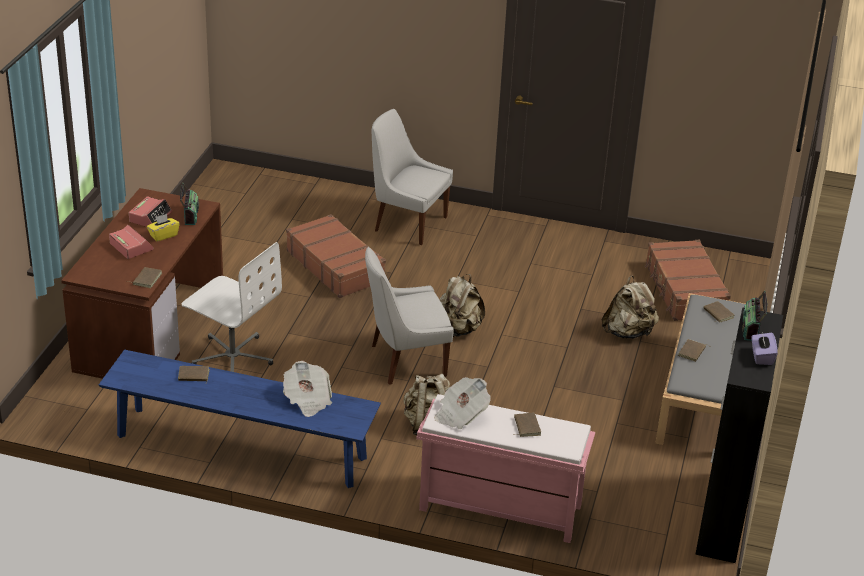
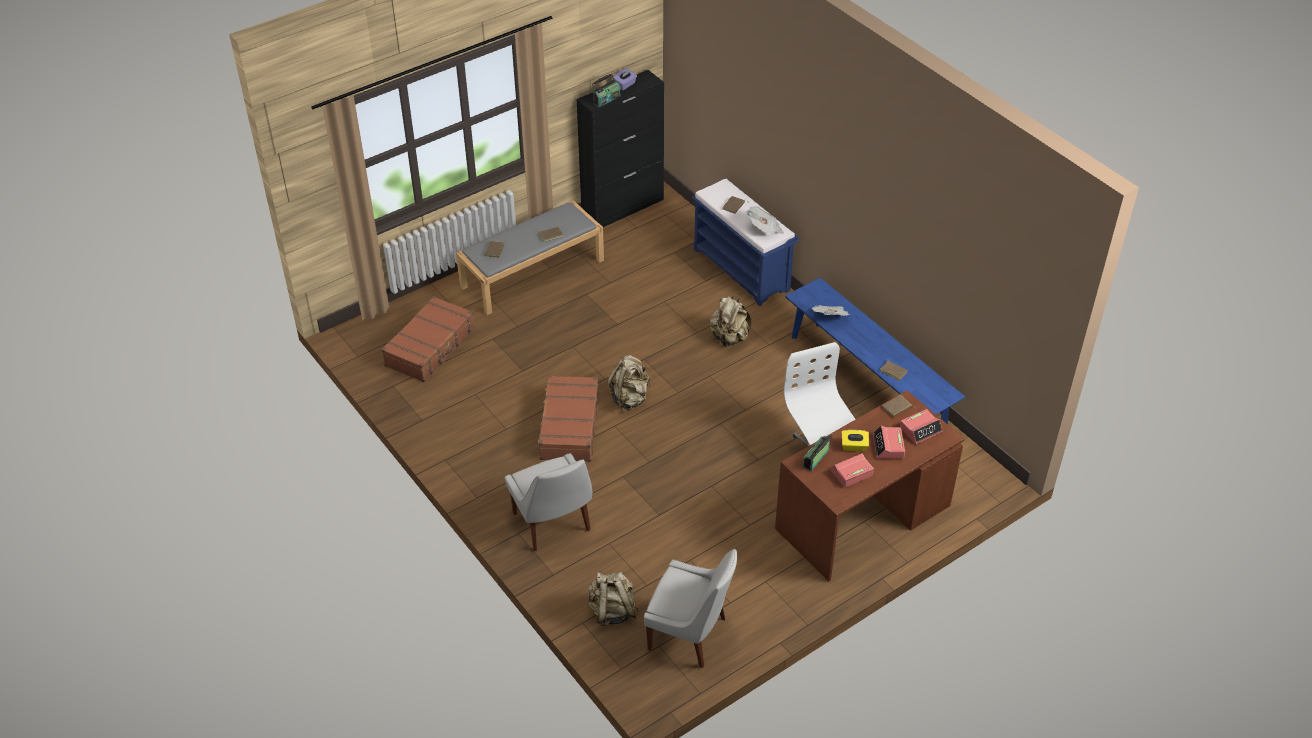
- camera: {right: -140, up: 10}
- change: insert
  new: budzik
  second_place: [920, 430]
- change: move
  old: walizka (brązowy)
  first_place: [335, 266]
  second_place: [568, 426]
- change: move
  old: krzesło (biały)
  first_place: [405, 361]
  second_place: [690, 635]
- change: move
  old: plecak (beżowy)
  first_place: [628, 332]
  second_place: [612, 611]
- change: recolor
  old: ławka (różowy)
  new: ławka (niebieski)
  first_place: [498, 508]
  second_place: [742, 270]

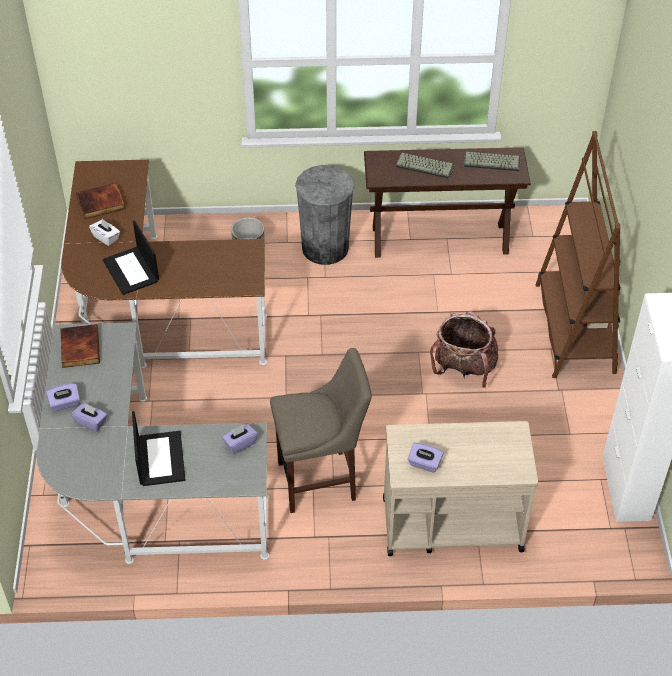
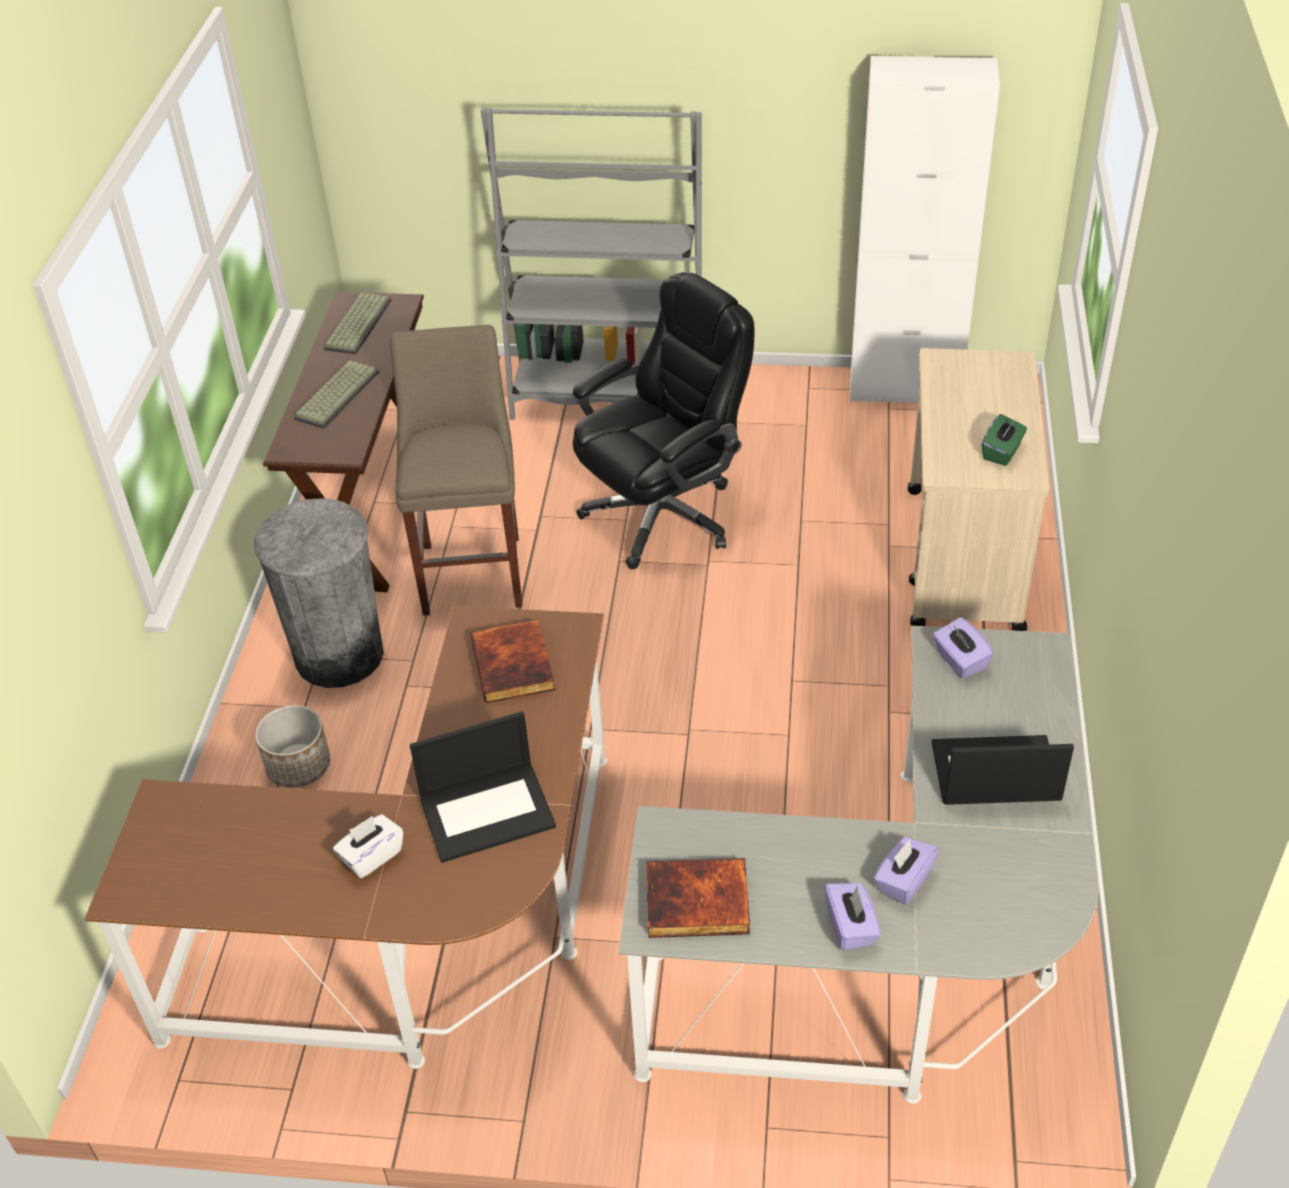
- camera: {right: -80, up: -5}
- change: move
  old: książka
  first_place: [101, 203]
  second_place: [515, 665]
- change: move
  old: stołek (beżowy)
  first_place: [321, 481]
  second_place: [473, 570]
- change: replace
  old: plecak
  new: krzesło biurowe (czarny)
  first_place: [463, 368]
  second_place: [663, 514]
- change: recolor
  old: pudełko chusteczek (fioletowy)
  new: pudełko chusteczek (zielony)
  first_place: [424, 464]
  second_place: [1002, 452]
- change: recolor
  old: regał (brązowy)
  new: regał (szary)
  first_place: [574, 328]
  second_place: [608, 394]

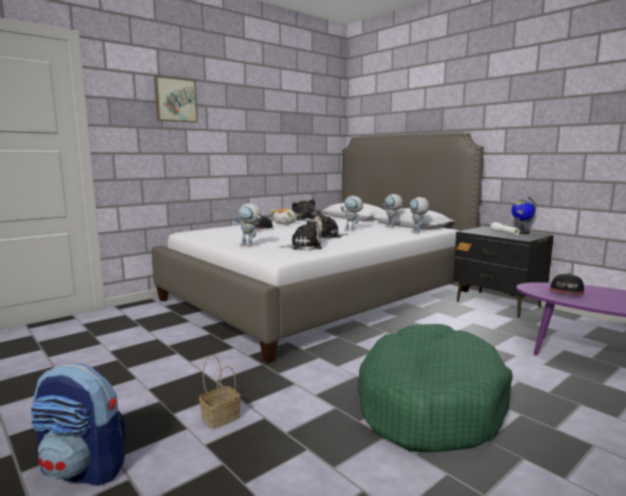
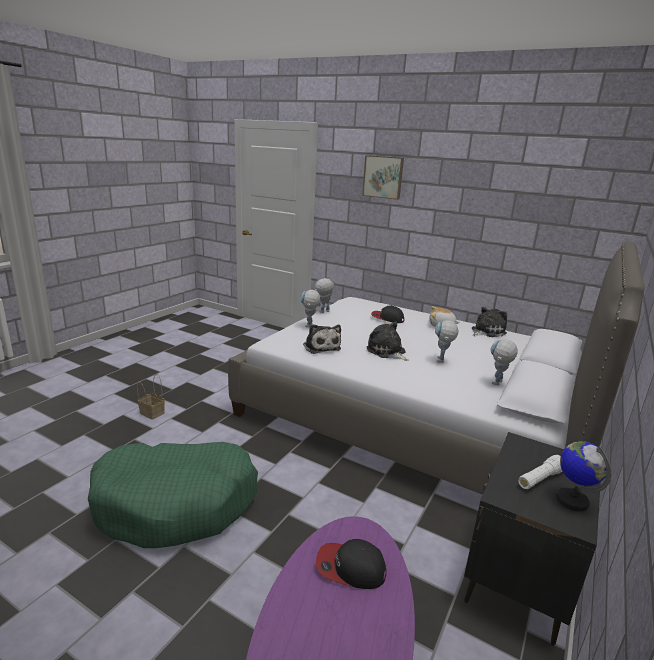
- camera: {right: 70, up: 10}
- change: delete
  old: plecak
  first_place: [84, 469]
- change: move
  old: robot zabawkowy
  first_place: [418, 233]
  second_place: [322, 312]

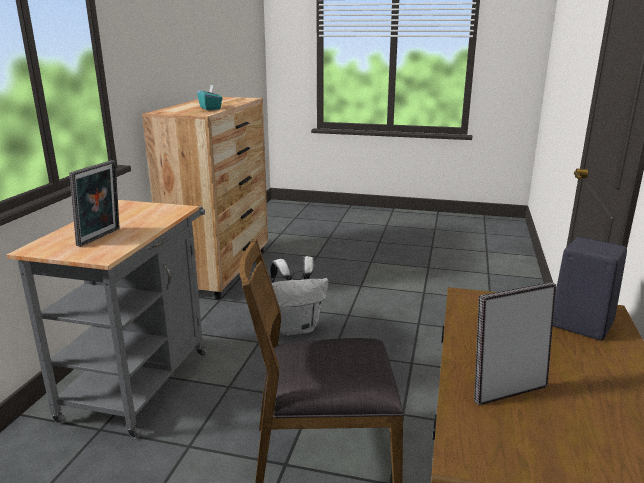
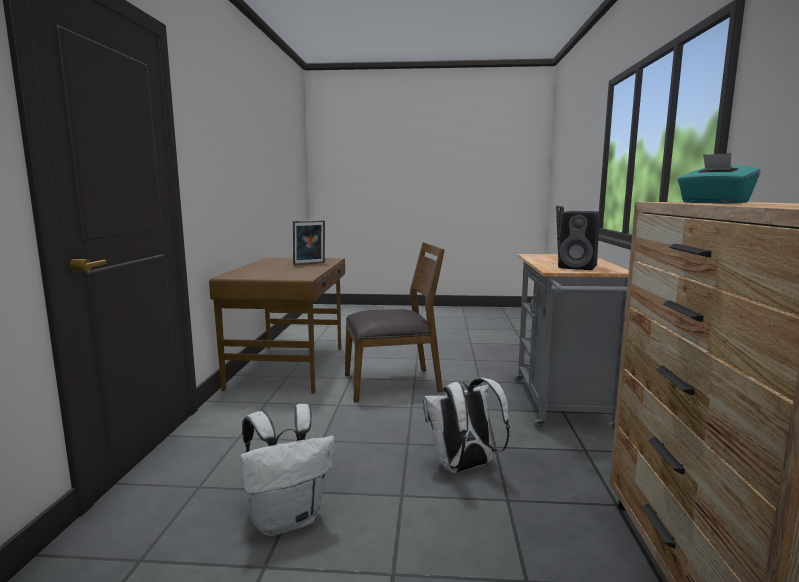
- camera: {right: 170, up: -10}
- change: insert
  new: plecak (biały)
  second_place: [287, 519]
- change: move
  old: głośnik (czarny)
  first_place: [578, 324]
  second_place: [579, 267]

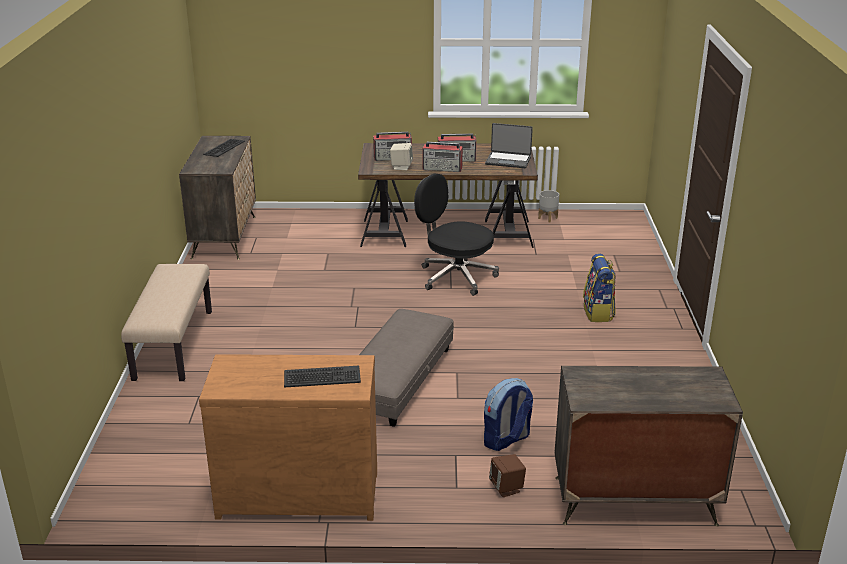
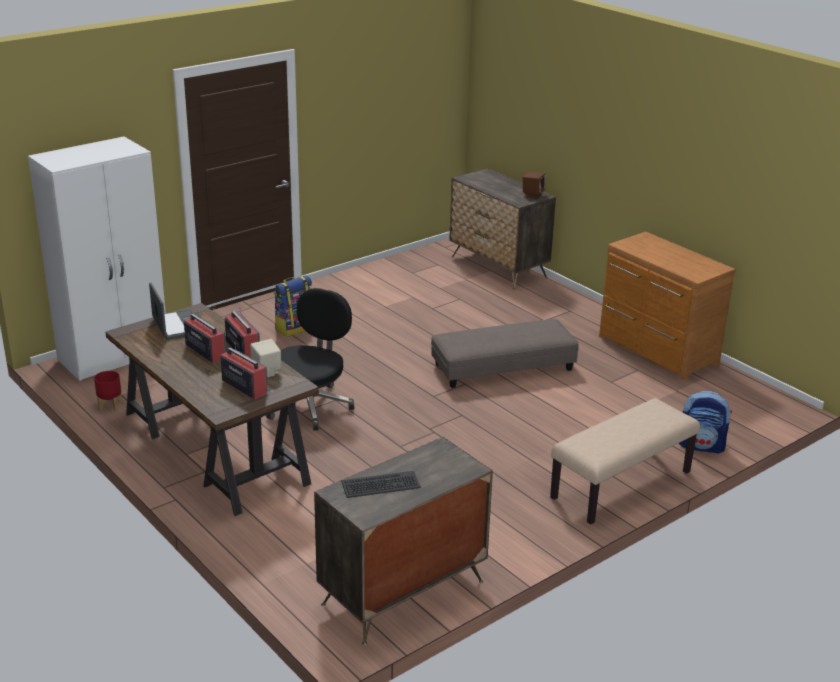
- camera: {right: -130, up: 0}
- change: delete
  old: klawiatura
  first_place: [322, 377]
- change: insert
  new: szafa (biały)
  second_place: [115, 356]
- change: move
  old: plecak
  first_place: [506, 440]
  second_place: [702, 446]
- change: move
  old: głośnik (brązowy)
  first_place: [507, 488]
  second_place: [533, 195]
- change: recolor
  old: donica (szary)
  new: donica (czerwony)
  first_place: [548, 218]
  second_place: [109, 405]
- change: rotate
  old: krzesło biurowe (czarny)
  first_place: [455, 277]
  second_place: [310, 405]
  degrees: -150

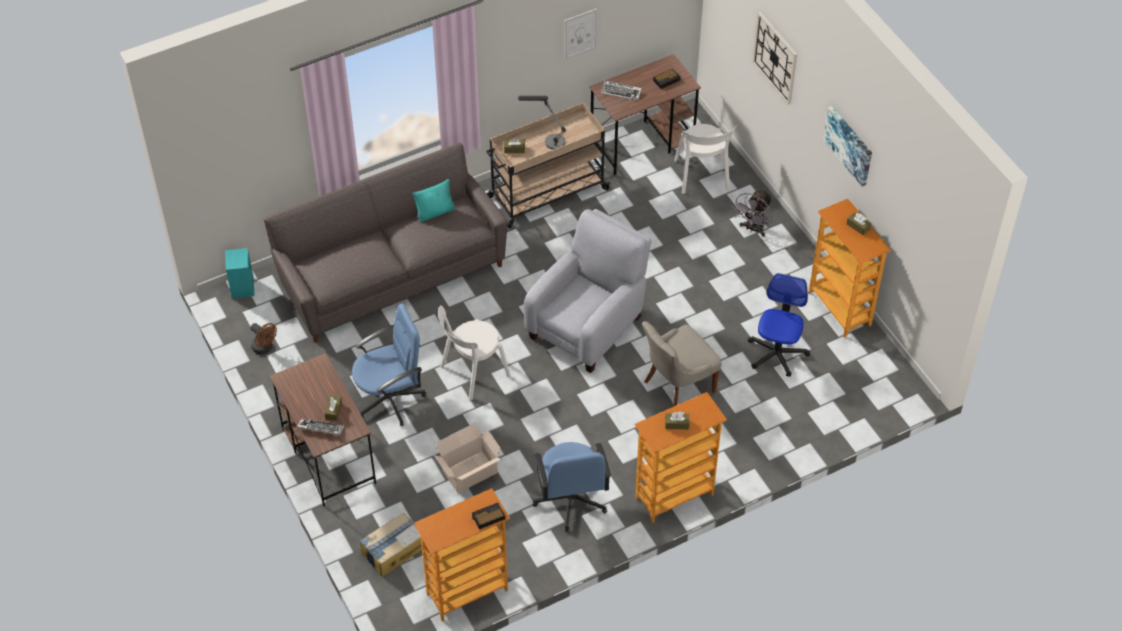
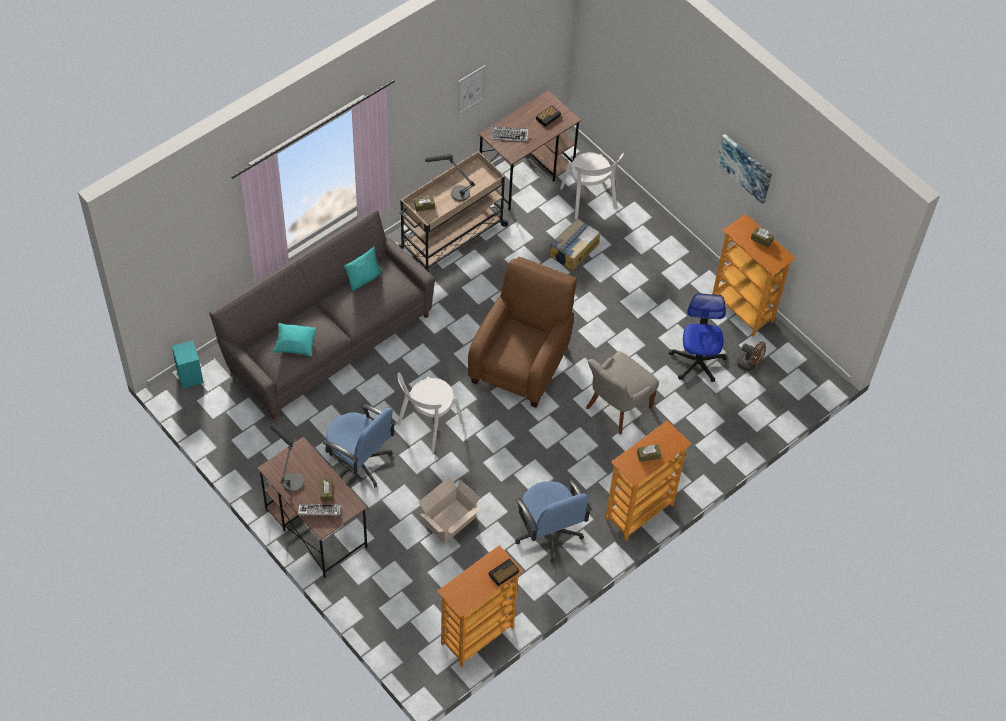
- camera: {right: -15, up: 5}
- change: delete
  old: wentylator (szary)
  first_place: [752, 229]
- change: delete
  old: zegar ścienny
  first_place: [775, 57]
- change: insert
  new: lampa stołowa
  second_place: [290, 478]
- change: insert
  new: poduszka (turkusowy)
  second_place: [295, 345]
- change: move
  old: wentylator (brązowy)
  first_place: [264, 348]
  second_place: [749, 364]
- change: move
  old: karton
  first_place: [393, 550]
  second_place: [573, 250]
- change: recolor
  old: fotel (szary)
  new: fotel (brązowy)
  first_place: [588, 324]
  second_place: [522, 361]
- change: rotate
  old: krzesło biurowe (niebieski)
  first_place: [390, 398]
  second_place: [358, 463]
  degrees: 75

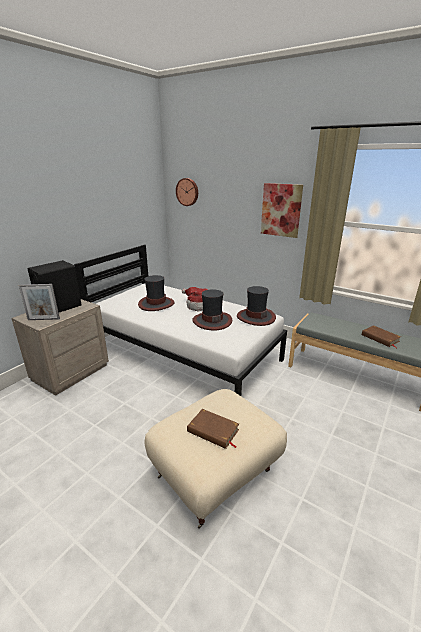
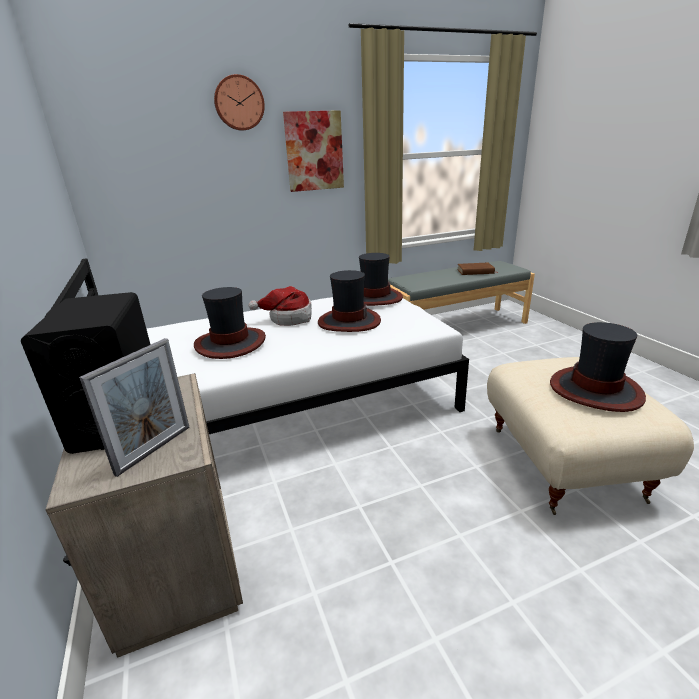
- camera: {right: -55, up: 0}
- change: move
  old: zegar ścienny
  first_place: [187, 192]
  second_place: [239, 103]
- change: replace
  old: książka (brązowy)
  new: kapelusz
  first_place: [213, 431]
  second_place: [596, 390]

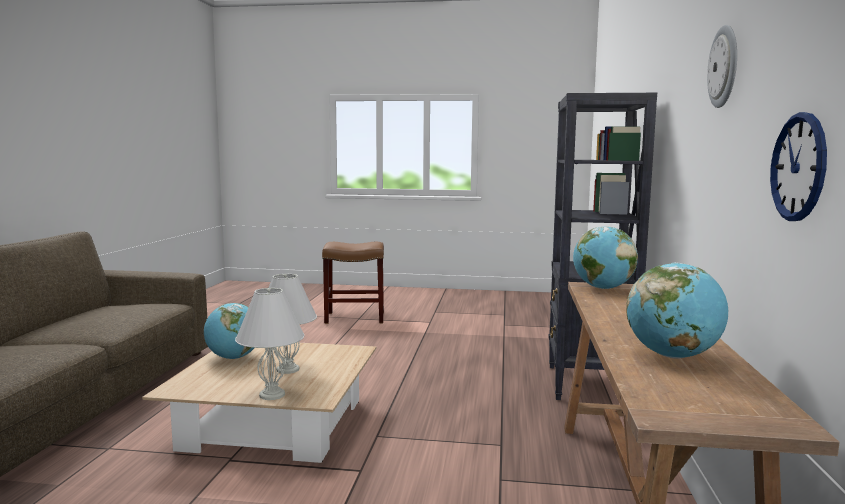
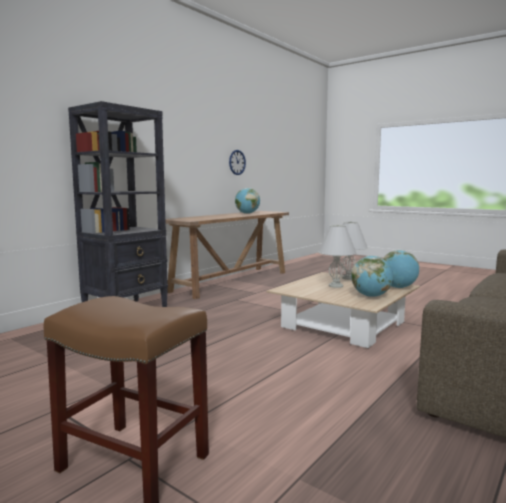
- camera: {right: -150, up: 0}
- change: delete
  old: zegar ścienny
  first_place: [724, 67]
- change: move
  old: globus
  first_place: [602, 288]
  second_place: [398, 287]

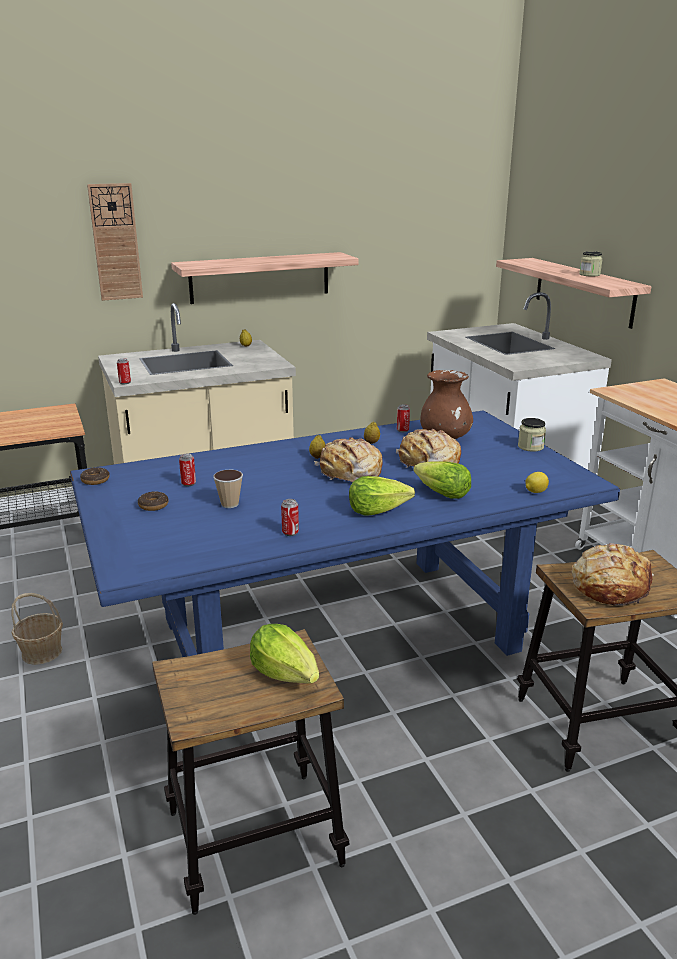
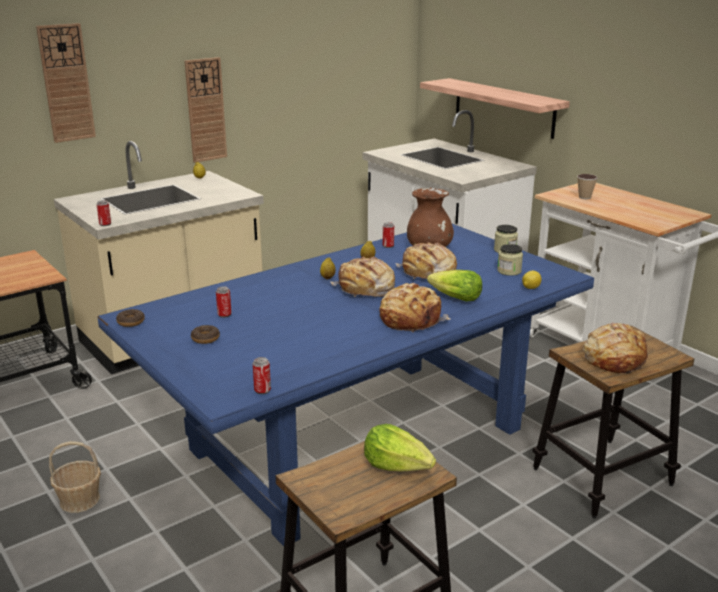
- camera: {right: -15, up: 0}
- change: move
  old: filiżanka
  first_place: [230, 504]
  second_place: [584, 197]
- change: move
  old: puszka
  first_place: [290, 532]
  second_place: [262, 390]
- change: move
  old: słoik
  first_place: [589, 274]
  second_place: [509, 271]
- change: replace
  old: półka
  new: zegar ścienny
  first_place: [260, 277]
  second_place: [205, 110]
- change: replace
  old: sałata
  new: chleb
  first_place: [377, 510]
  second_place: [410, 319]

